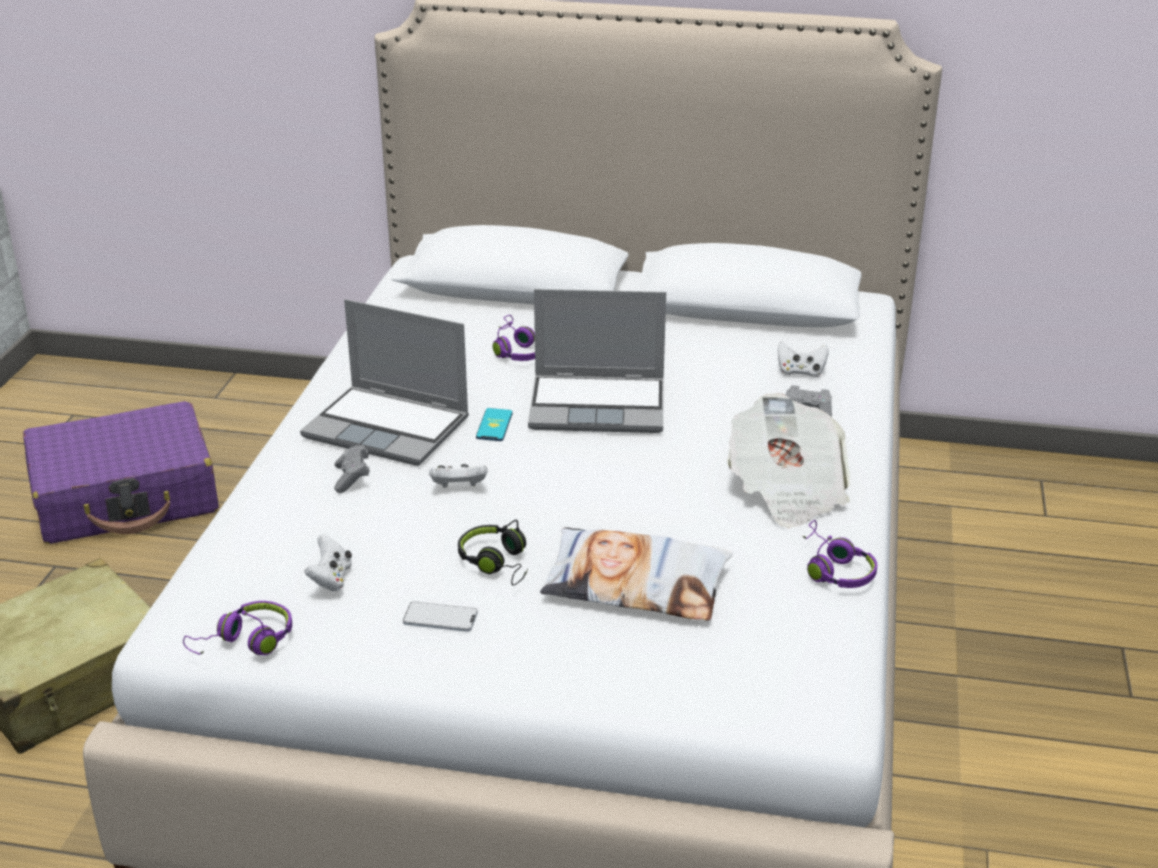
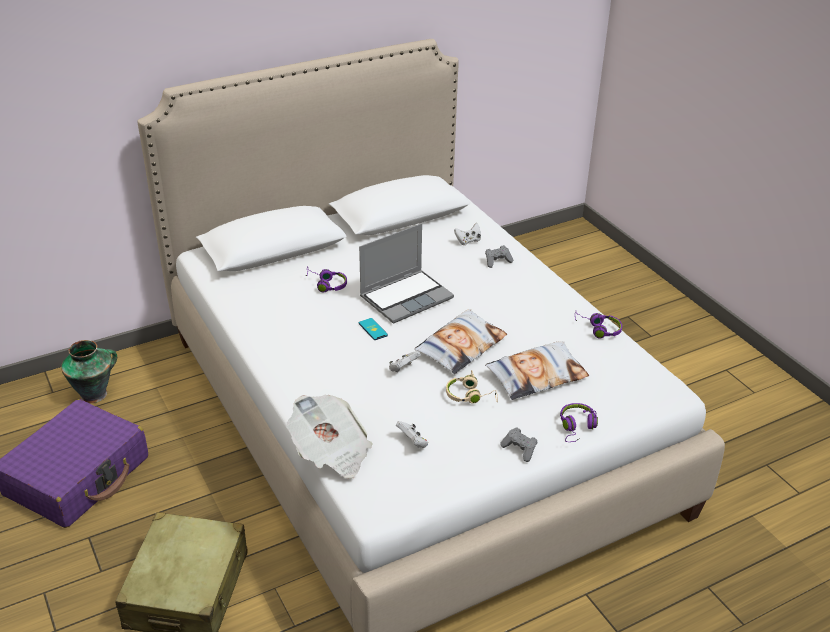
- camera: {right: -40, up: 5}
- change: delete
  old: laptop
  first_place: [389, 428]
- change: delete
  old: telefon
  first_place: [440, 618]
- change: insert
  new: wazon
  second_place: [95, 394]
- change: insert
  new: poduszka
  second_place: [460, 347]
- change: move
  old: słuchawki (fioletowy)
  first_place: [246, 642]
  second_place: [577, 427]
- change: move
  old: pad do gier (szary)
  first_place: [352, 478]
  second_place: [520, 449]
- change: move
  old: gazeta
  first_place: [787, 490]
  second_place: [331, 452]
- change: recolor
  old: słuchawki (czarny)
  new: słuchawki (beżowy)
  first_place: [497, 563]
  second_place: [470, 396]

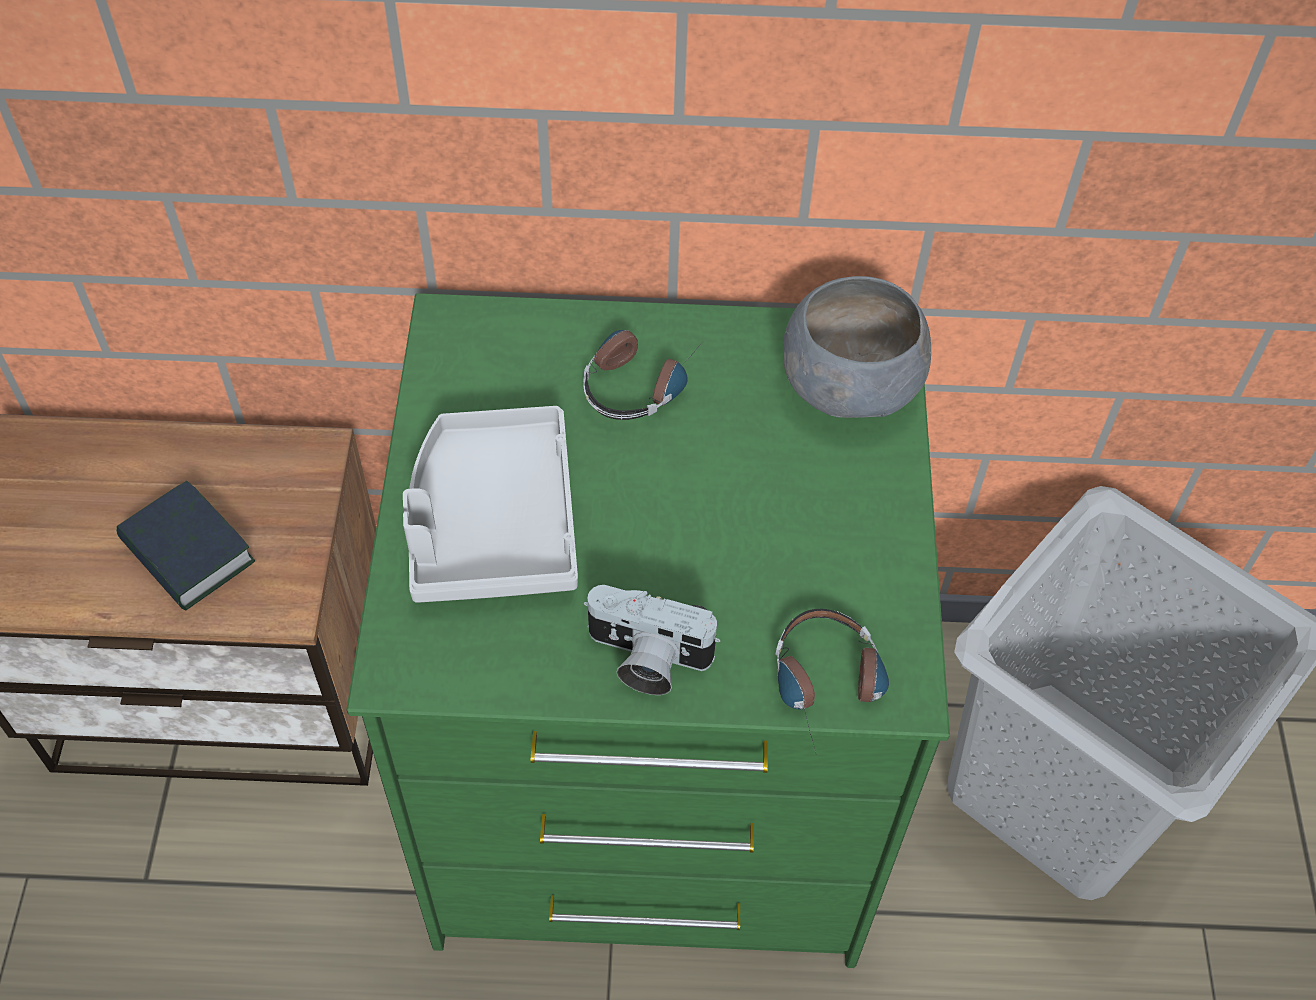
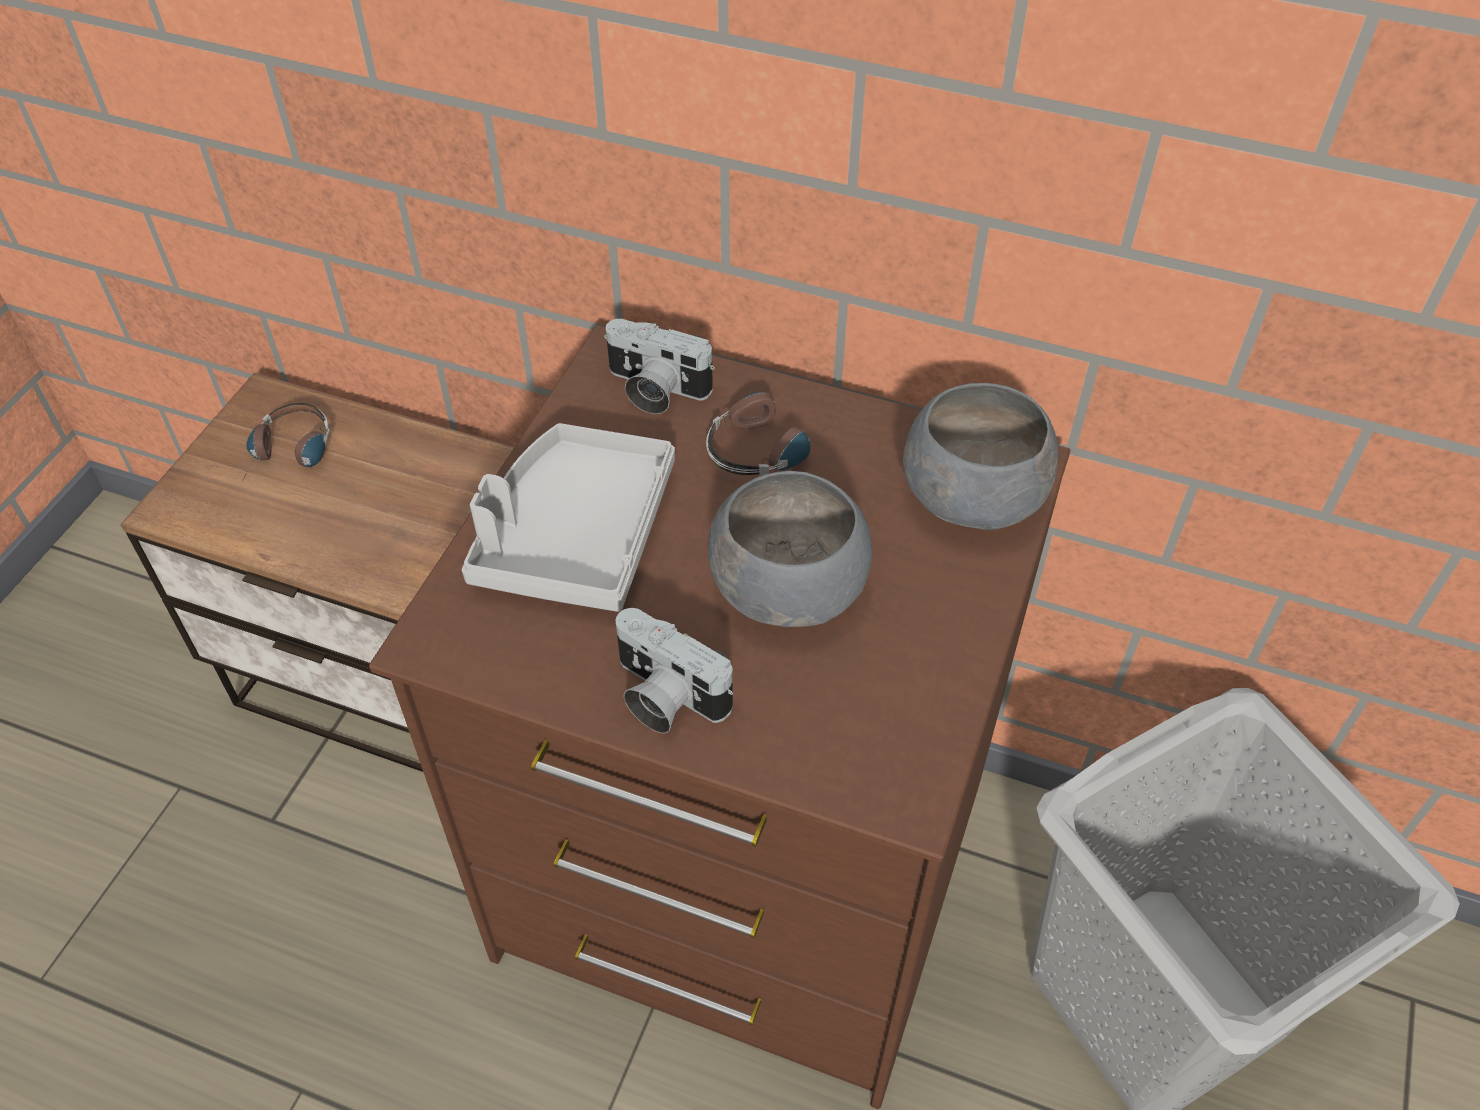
- camera: {right: 20, up: -5}
- change: delete
  old: książka
  first_place: [188, 553]
- change: insert
  new: aparat fotograficzny
  second_place: [654, 390]
- change: insert
  new: miska (szary)
  second_place: [791, 590]
- change: move
  old: słuchawki
  first_place: [830, 689]
  second_place: [290, 456]
- change: recolor
  old: komoda (zielony)
  new: komoda (brązowy)
  first_place: [650, 789]
  second_place: [741, 875]

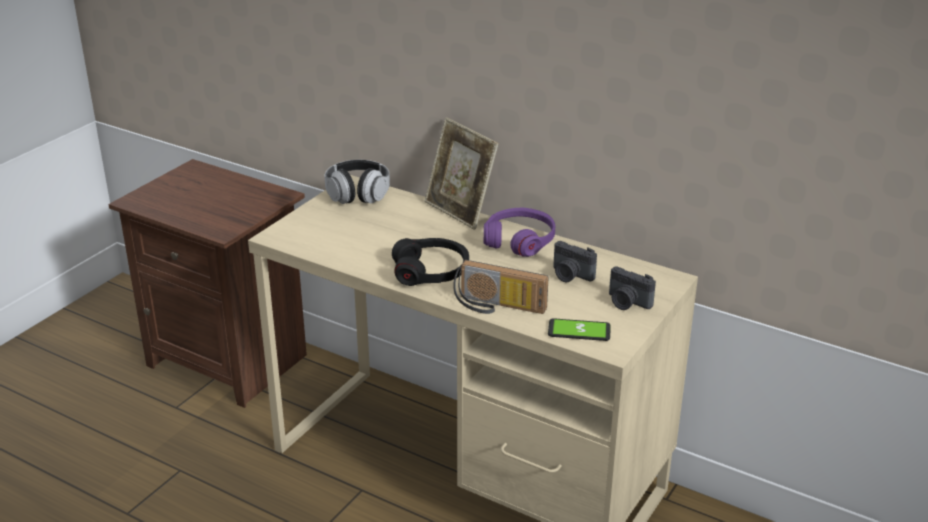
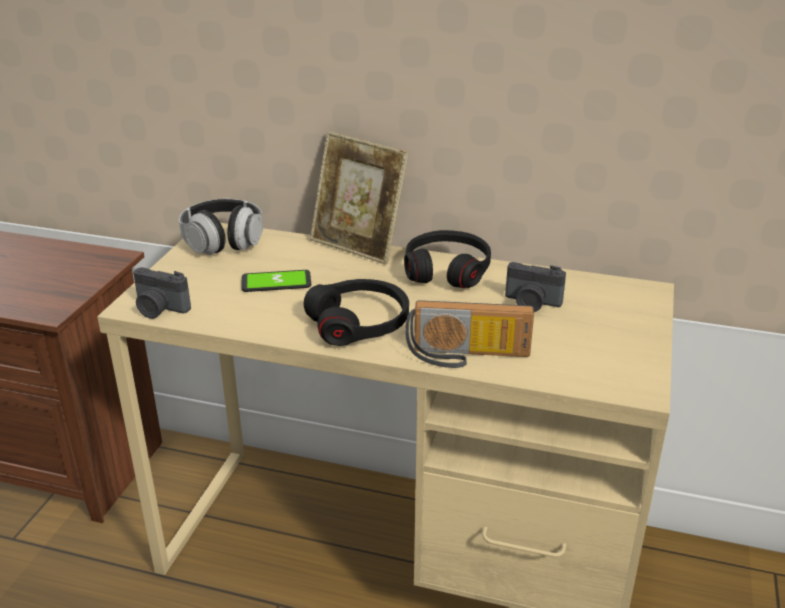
- camera: {right: -15, up: 0}
- change: move
  old: telefon
  first_place: [579, 331]
  second_place: [276, 282]
- change: move
  old: aparat fotograficzny
  first_place: [627, 303]
  second_place: [159, 309]
- change: recolor
  old: słuchawki (fioletowy)
  new: słuchawki (czarny)
  first_place: [519, 240]
  second_place: [447, 270]

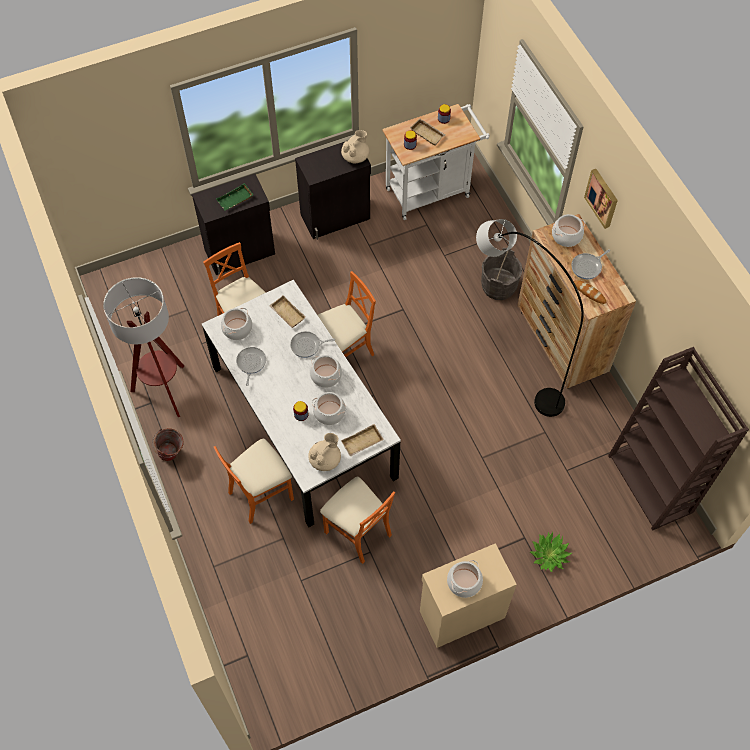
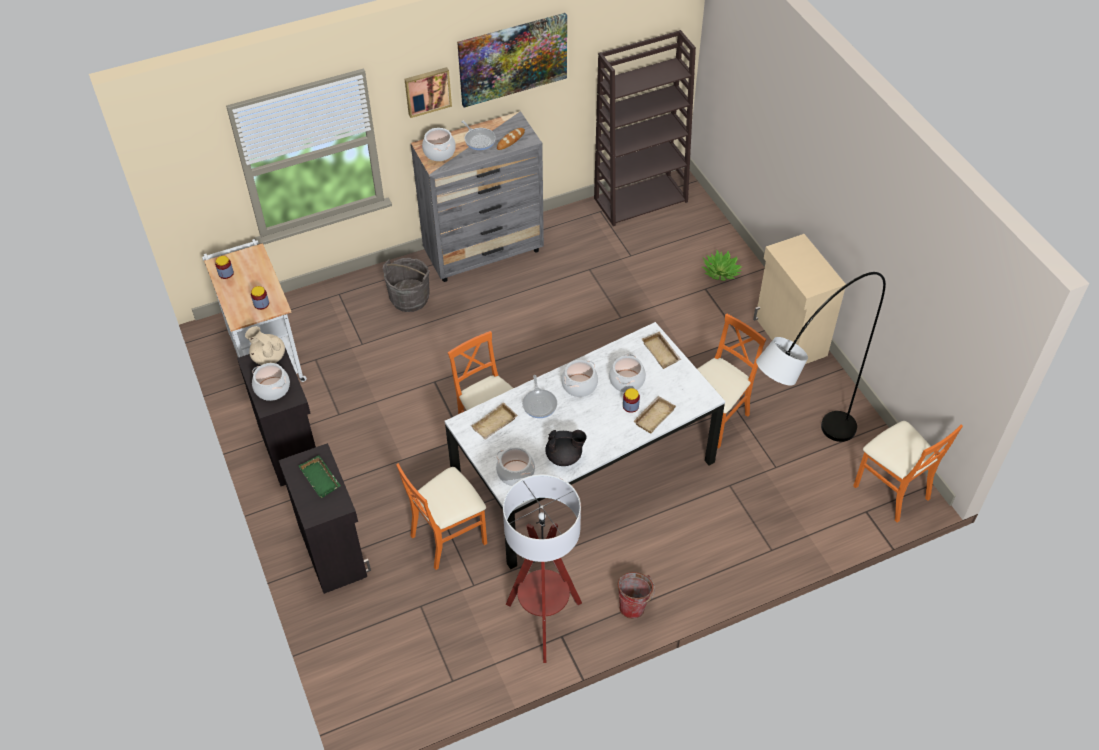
- camera: {right: -90, up: -10}
- change: delete
  old: imbryk (beżowy)
  first_place: [325, 459]
- change: insert
  new: obraz
  second_place: [513, 59]
- change: move
  old: krzesło (pomarańczowy)
  first_place: [261, 493]
  second_place: [891, 490]
- change: move
  old: taca (beżowy)
  first_place: [428, 133]
  second_place: [653, 416]
- change: move
  old: garnek
  first_place: [464, 582]
  second_place: [272, 388]
- change: move
  old: lampa stojąca (szary)
  first_place: [511, 364]
  second_place: [792, 462]
- change: replace
  old: patelnia
  new: imbryk (czarny)
  first_place: [251, 363]
  second_place: [564, 456]
- change: recolor
  old: komoda (brązowy)
  new: komoda (szary)
  first_place: [561, 343]
  second_place: [484, 252]

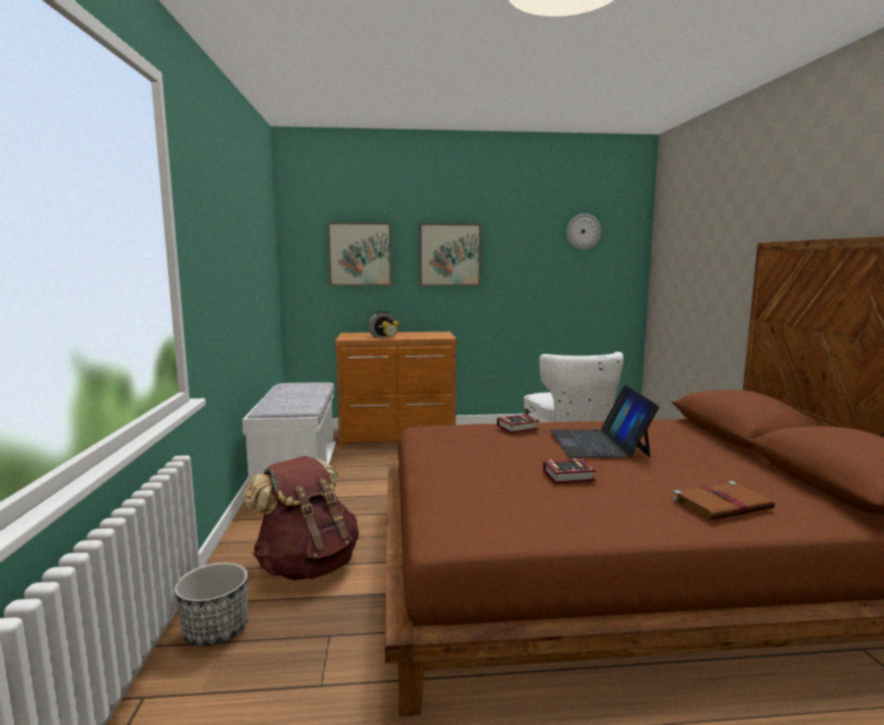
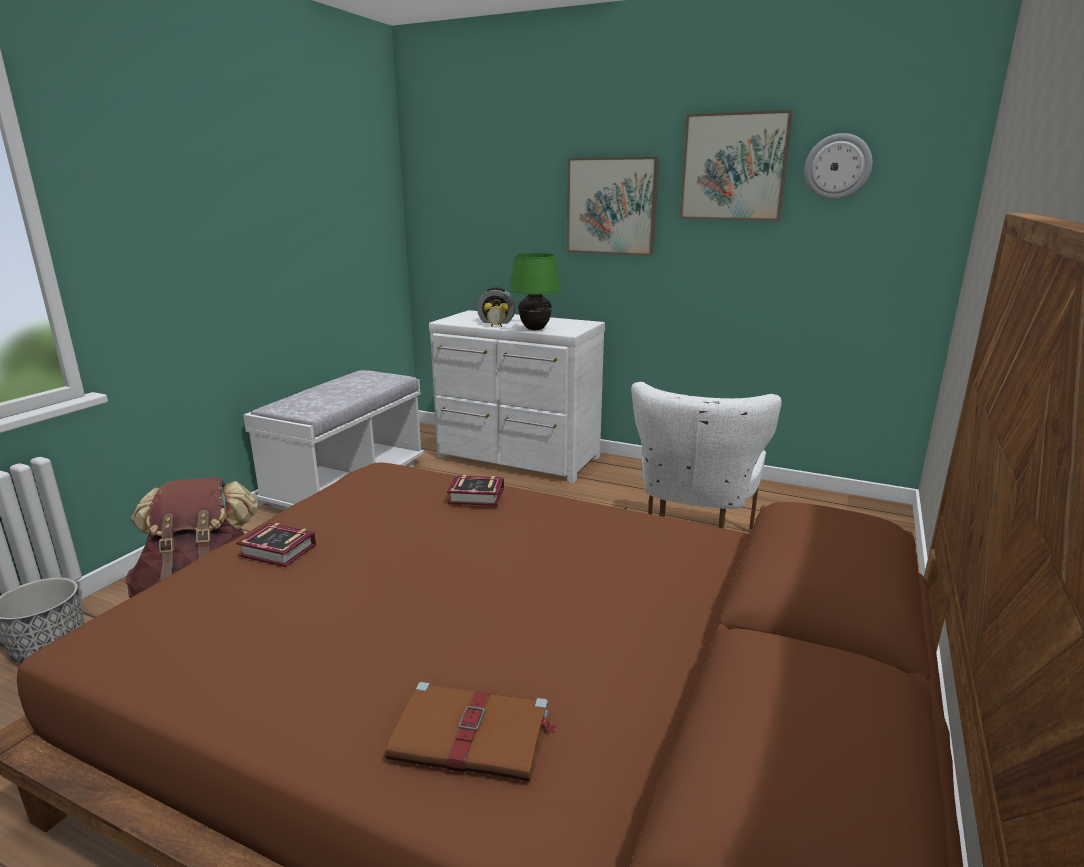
- camera: {right: 30, up: 10}
- change: delete
  old: laptop
  first_place: [598, 443]
- change: insert
  new: lampa stołowa (zielony)
  second_place: [535, 329]
- change: move
  old: obraz
  first_place: [360, 254]
  second_place: [734, 167]
- change: move
  old: książka
  first_place: [571, 476]
  second_place: [279, 552]
- change: recolor
  old: komoda (brązowy)
  new: komoda (biały)
  first_place: [398, 437]
  second_place: [517, 458]

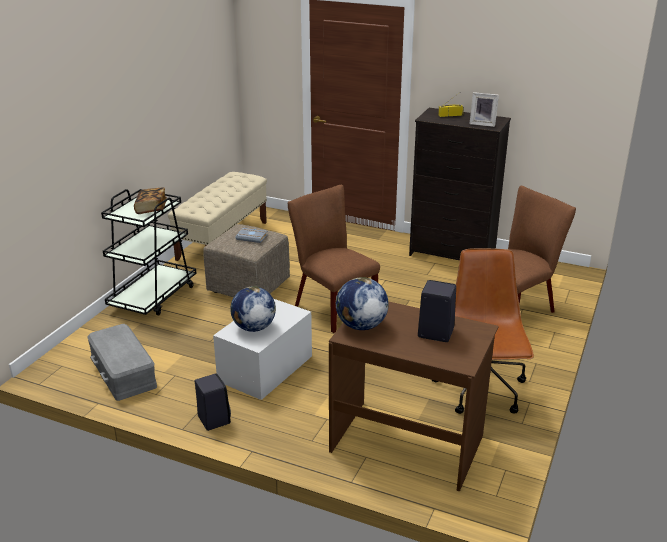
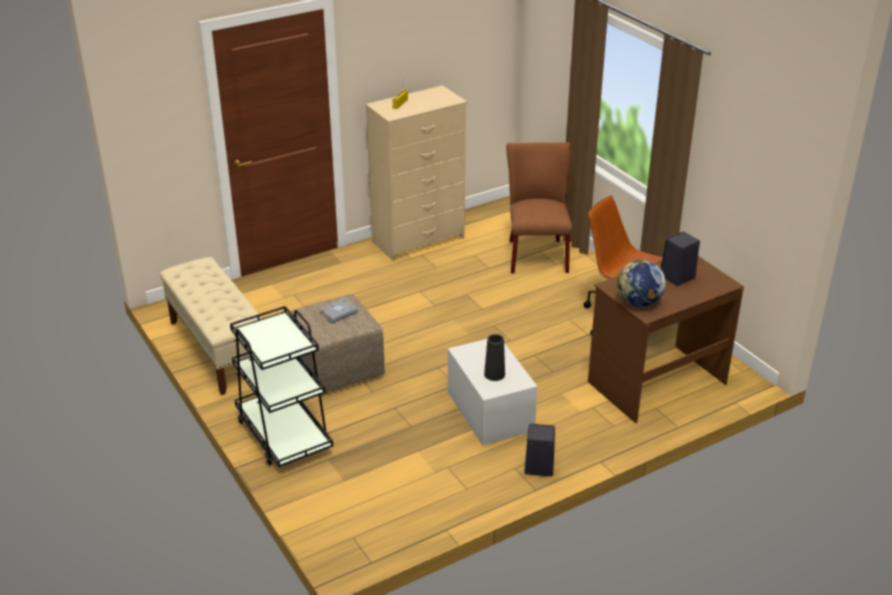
- camera: {right: -55, up: 5}
- change: delete
  old: pojemnik do przechowywania (szary)
  first_place: [122, 372]
- change: delete
  old: książka
  first_place: [151, 208]
- change: delete
  old: krzesło (brązowy)
  first_place: [331, 307]
- change: delete
  old: ramka na zdjęcie
  first_place: [482, 124]
- change: replace
  old: globus
  new: wazon (czarny)
  first_place: [253, 328]
  second_place: [494, 374]
- change: recolor
  old: komoda (czarny)
  new: komoda (beżowy)
  first_place: [452, 255]
  second_place: [419, 240]

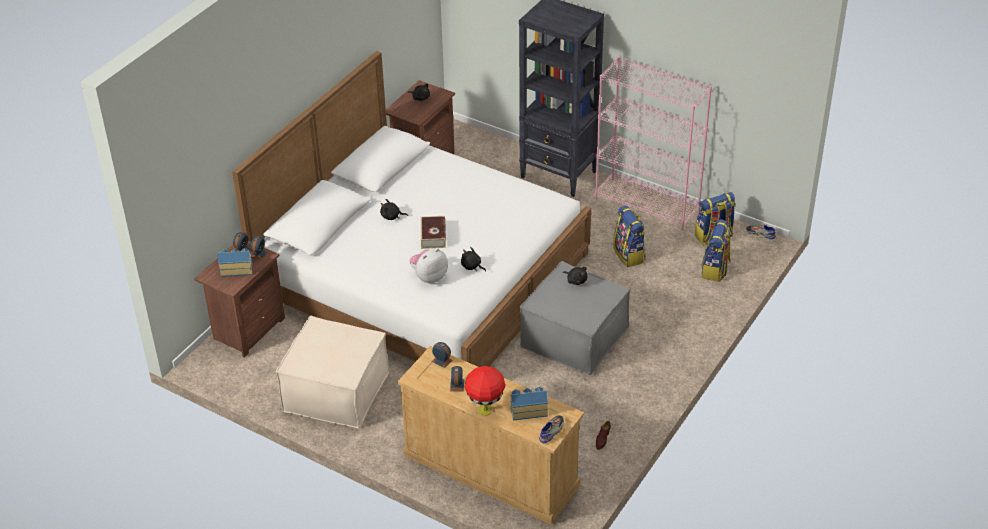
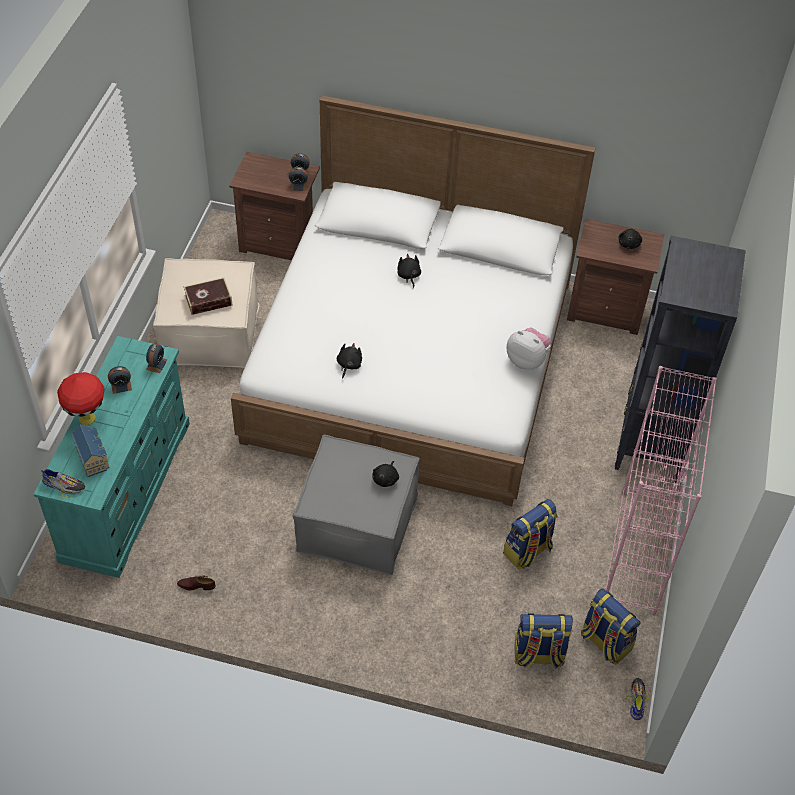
- camera: {right: 70, up: 10}
- change: delete
  old: domek
  first_place: [236, 269]
- change: move
  old: pluszak
  first_place: [429, 277]
  second_place: [527, 360]
- change: move
  old: książka
  first_place: [433, 236]
  second_place: [208, 300]
- change: recolor
  old: komoda (beżowy)
  new: komoda (turkusowy)
  first_place: [490, 470]
  second_place: [126, 489]

